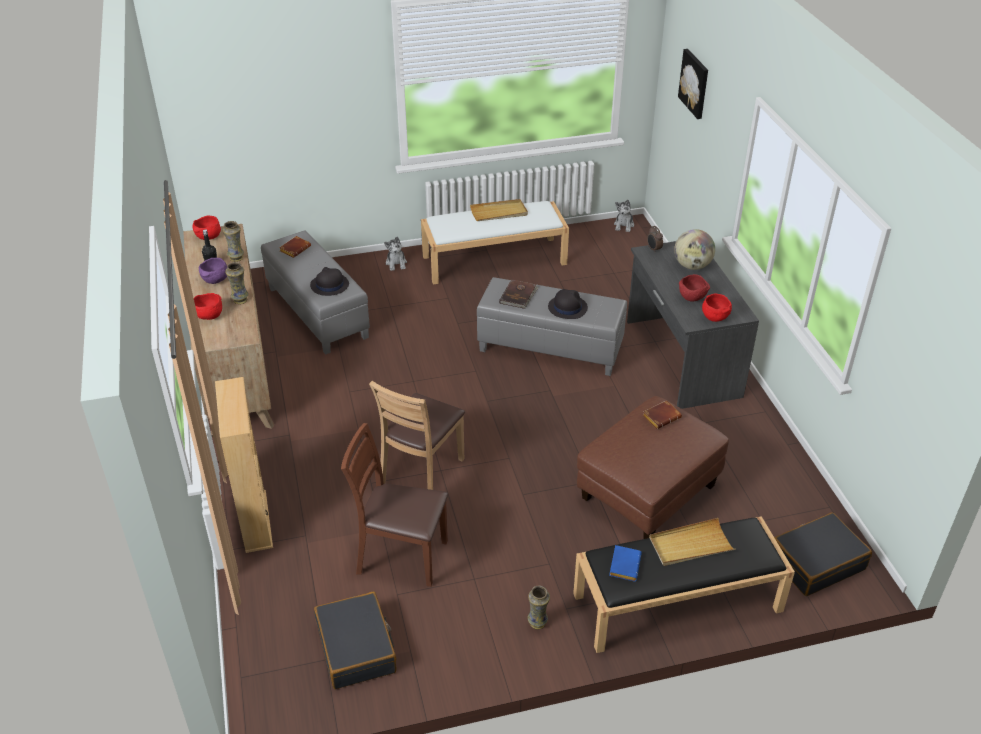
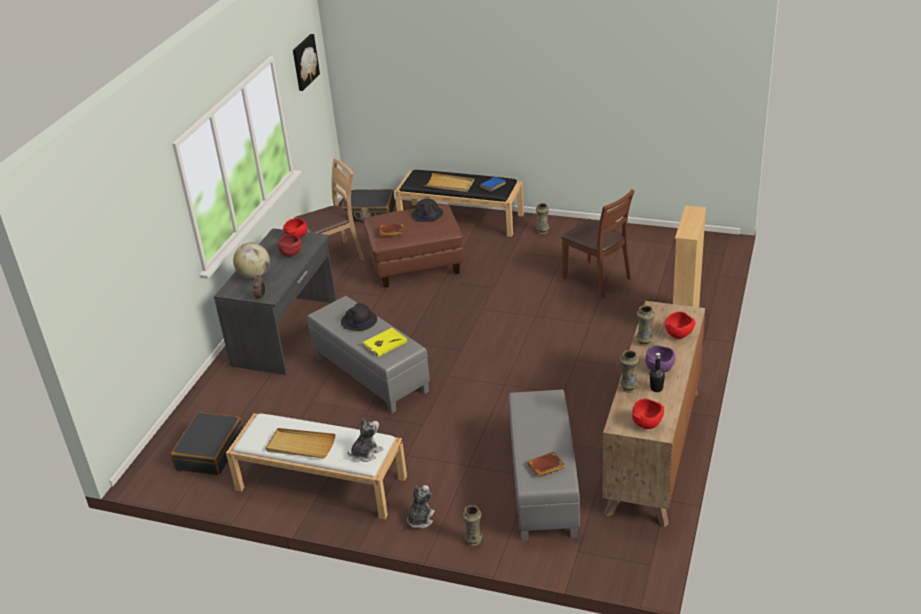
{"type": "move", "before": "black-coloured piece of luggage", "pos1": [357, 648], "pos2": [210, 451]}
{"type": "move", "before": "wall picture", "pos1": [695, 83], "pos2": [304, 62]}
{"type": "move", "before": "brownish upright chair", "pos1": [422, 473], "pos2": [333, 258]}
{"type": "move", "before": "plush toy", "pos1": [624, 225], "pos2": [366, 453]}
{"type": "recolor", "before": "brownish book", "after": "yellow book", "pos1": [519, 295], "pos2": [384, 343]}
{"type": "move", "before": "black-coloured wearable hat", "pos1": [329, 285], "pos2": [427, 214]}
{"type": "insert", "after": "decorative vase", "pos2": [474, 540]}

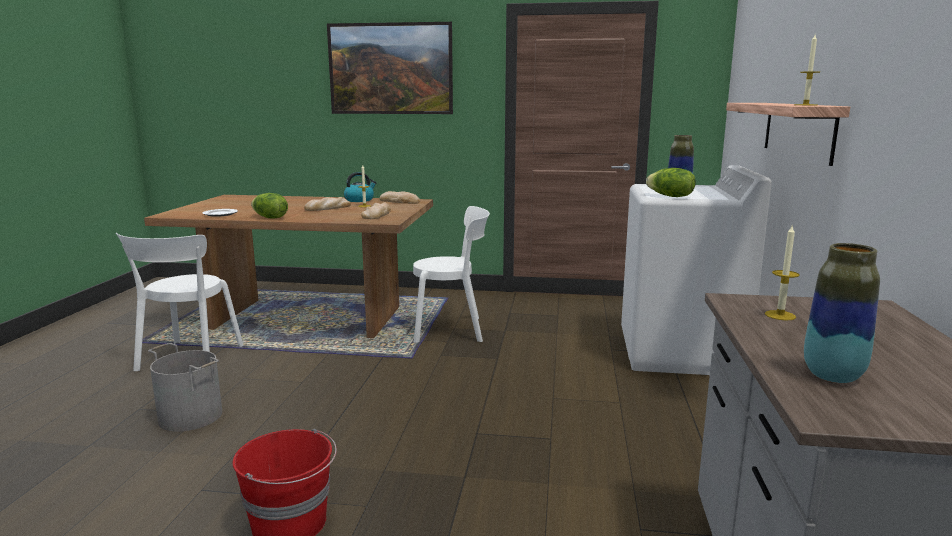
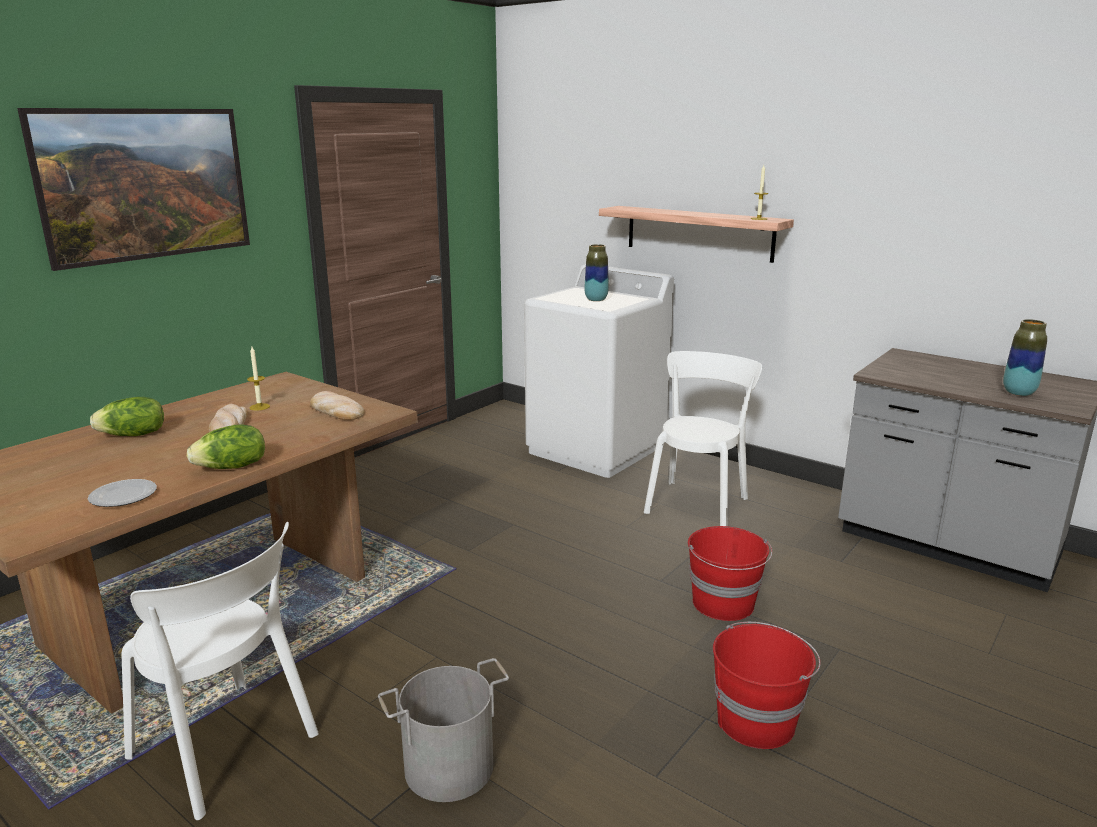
{"type": "move", "before": "lettuce head", "pos1": [670, 196], "pos2": [133, 435]}
{"type": "move", "before": "white-coloured upright chair", "pos1": [452, 329], "pos2": [698, 503]}
{"type": "insert", "after": "red-coloured water bucket", "pos2": [724, 604]}
{"type": "delete", "before": "kettle", "pos1": [359, 200]}
{"type": "delete", "before": "bread", "pos1": [400, 201]}
{"type": "delete", "before": "wax light", "pos1": [780, 315]}

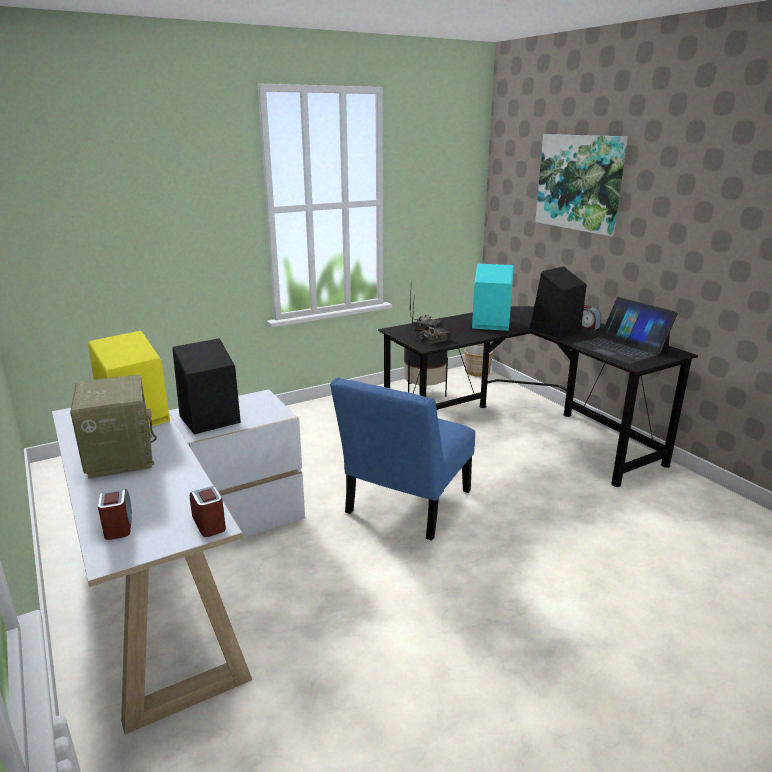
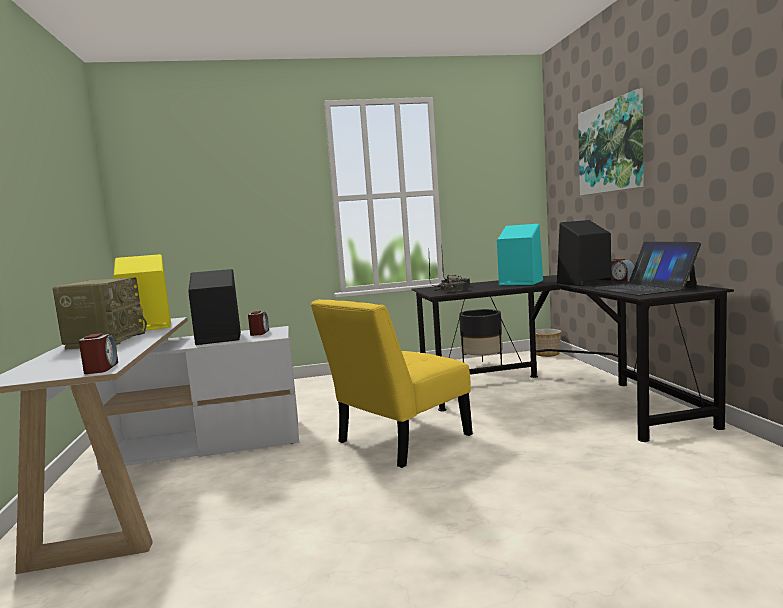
{"type": "move", "before": "bedside clock", "pos1": [118, 526], "pos2": [259, 333]}
{"type": "recolor", "before": "blue-coloured upright chair", "after": "yellow upright chair", "pos1": [405, 505], "pos2": [398, 441]}

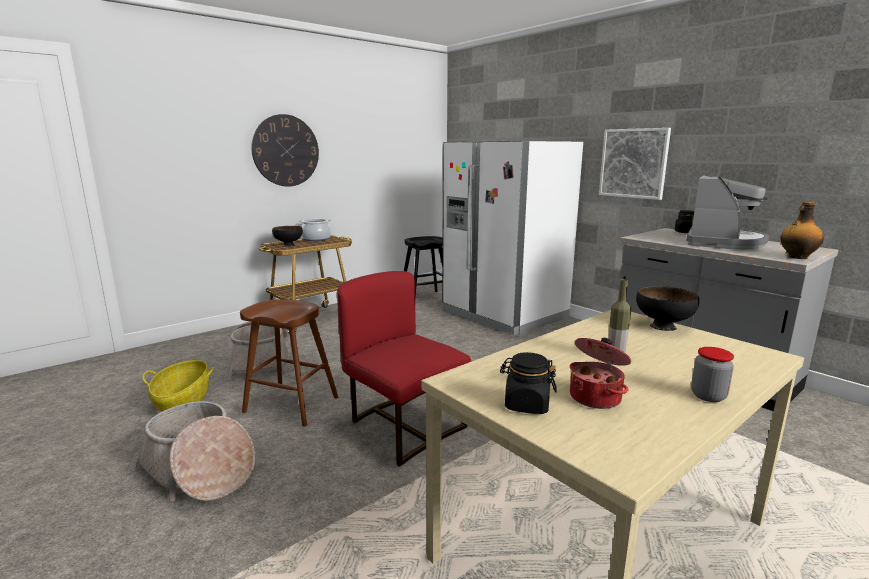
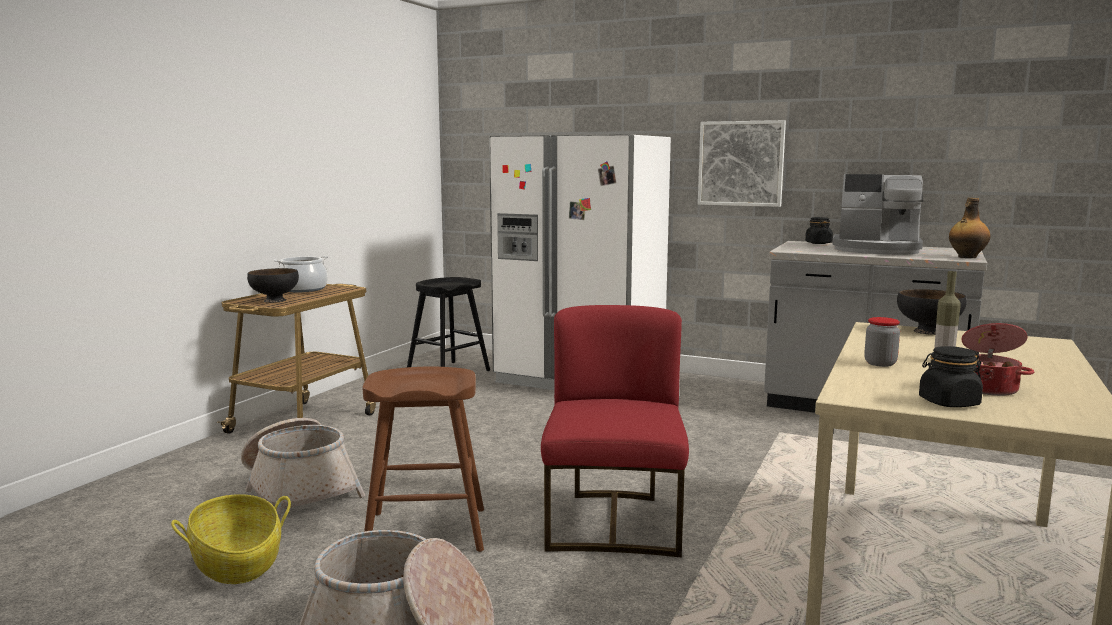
{"type": "rotate", "before": "red-coloured upright chair", "pos1": [403, 427], "pos2": [614, 523], "turn": 75}
{"type": "rotate", "before": "coffee machine", "pos1": [723, 242], "pos2": [877, 250], "turn": 105}
{"type": "move", "before": "jar", "pos1": [708, 396], "pos2": [880, 363]}
{"type": "delete", "before": "clock on the wall", "pos1": [286, 151]}

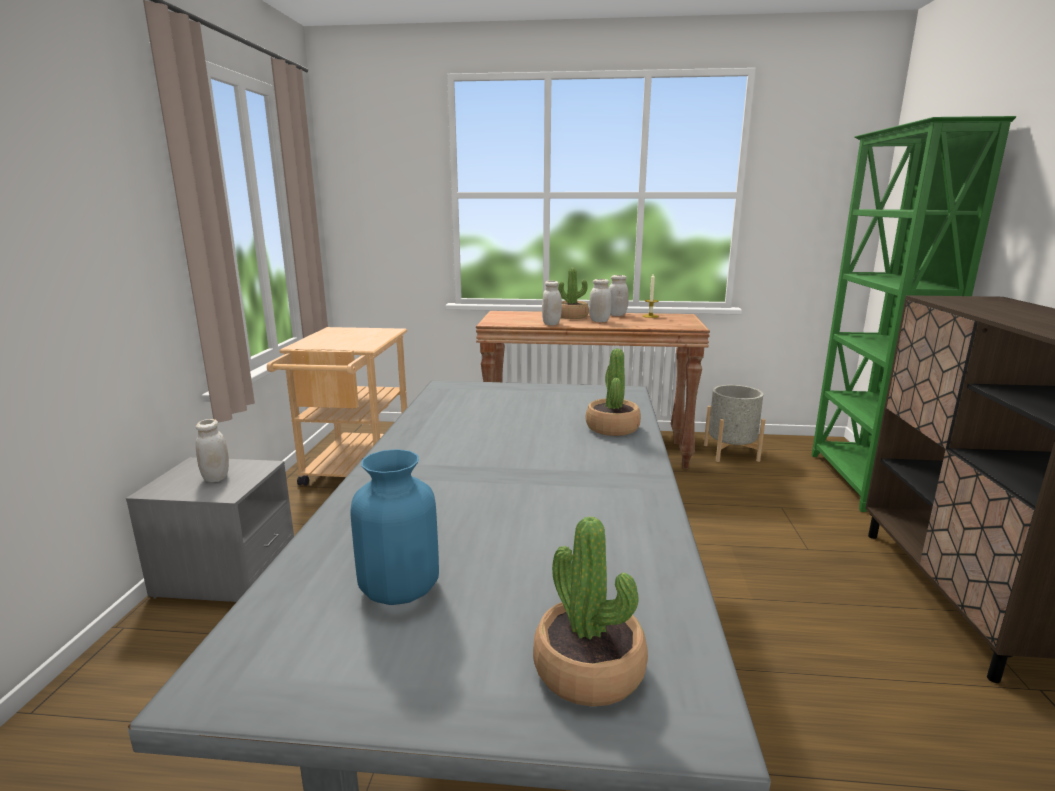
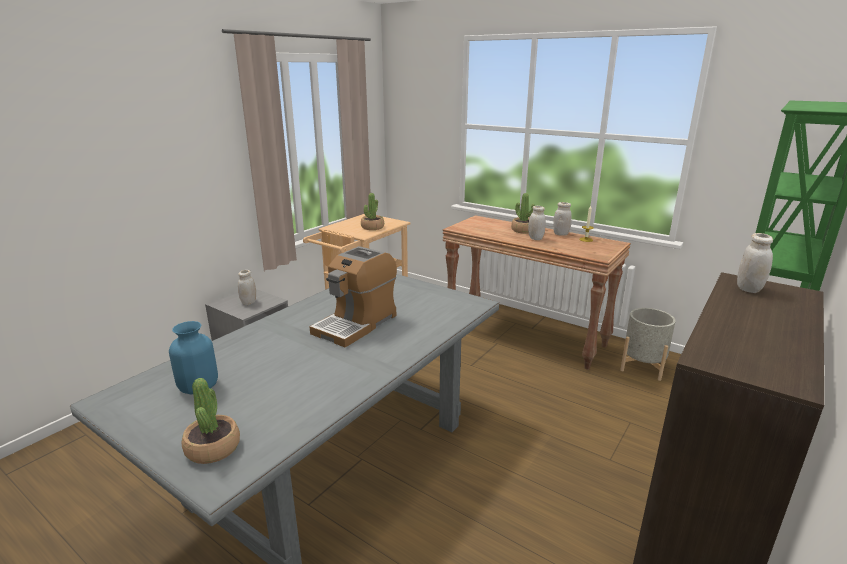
{"type": "insert", "after": "coffee machine", "pos2": [356, 324]}
{"type": "move", "before": "plant in a pot", "pos1": [612, 428], "pos2": [372, 227]}
{"type": "move", "before": "white-coloured jar", "pos1": [551, 324], "pos2": [749, 289]}

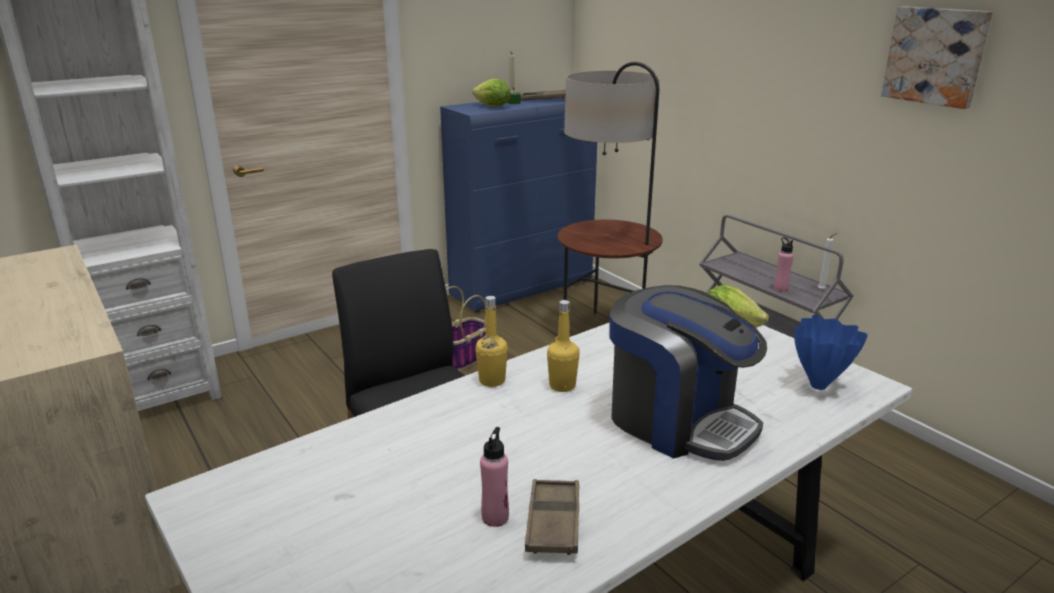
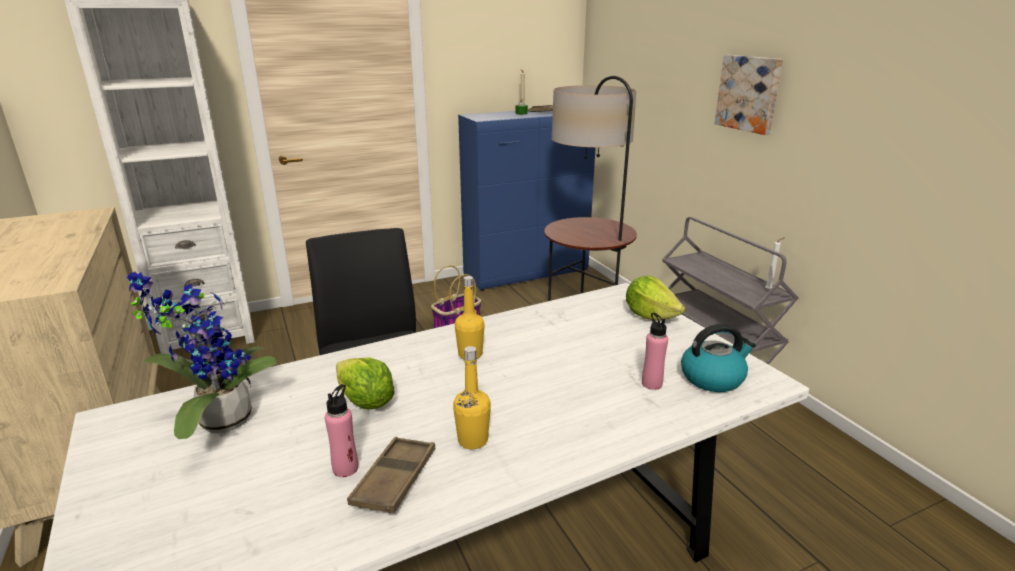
{"type": "insert", "after": "plant in a pot", "pos2": [218, 421]}
{"type": "move", "before": "lettuce head", "pos1": [492, 106], "pos2": [365, 402]}
{"type": "move", "before": "yellow drink bottle", "pos1": [492, 381], "pos2": [473, 440]}
{"type": "move", "before": "pink drink bottle", "pos1": [781, 289], "pos2": [651, 384]}
{"type": "replace", "before": "blue-coloured decorative vase", "after": "kettle", "pos1": [818, 386], "pos2": [713, 378]}
{"type": "move", "before": "wall picture", "pos1": [936, 56], "pos2": [749, 93]}
{"type": "delete", "before": "coffee machine", "pos1": [678, 421]}

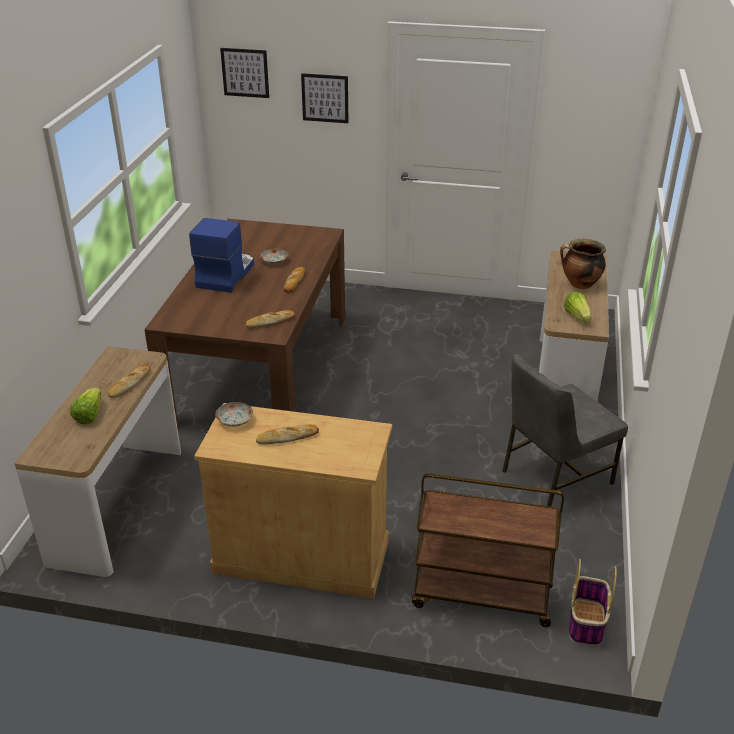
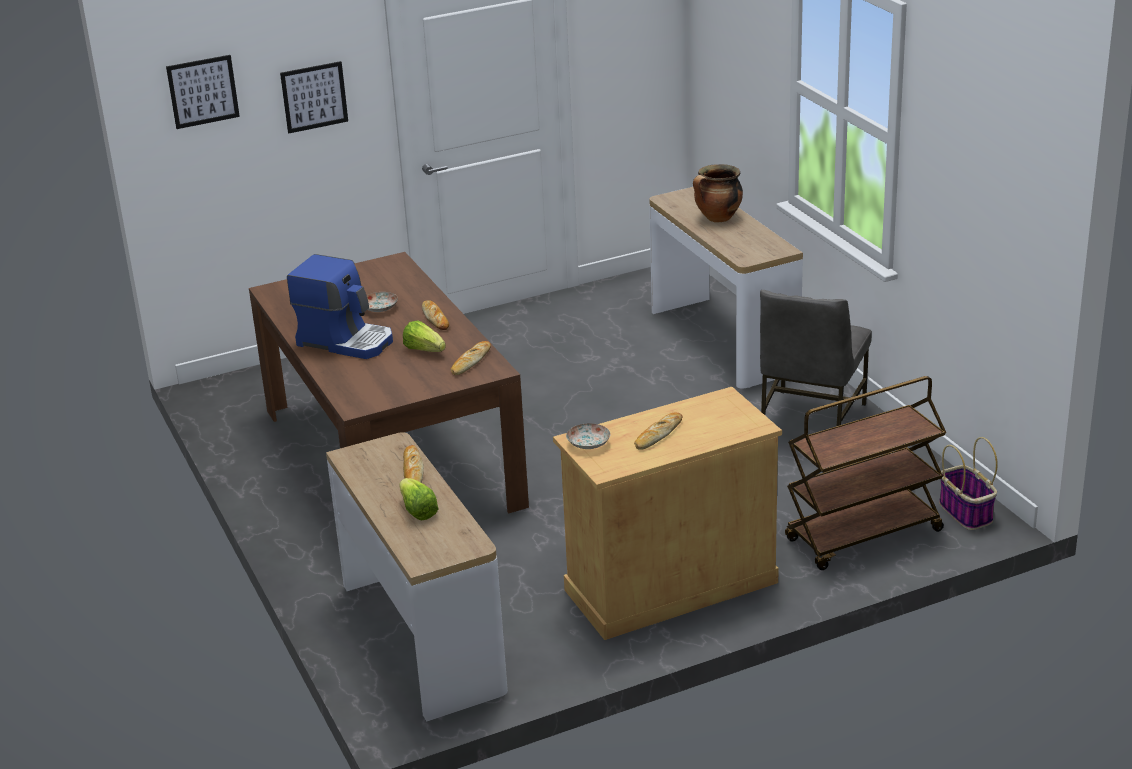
{"type": "rotate", "before": "coffee machine", "pos1": [225, 275], "pos2": [346, 341], "turn": 135}
{"type": "move", "before": "lettuce head", "pos1": [577, 316], "pos2": [424, 350]}

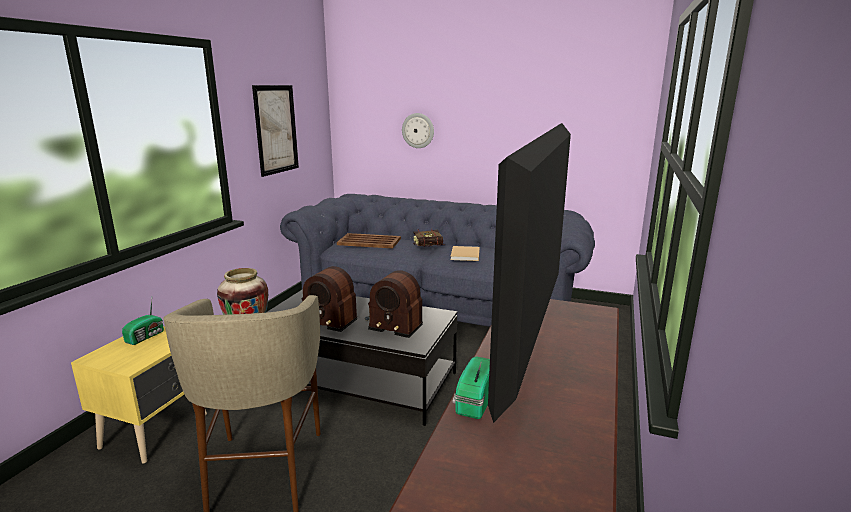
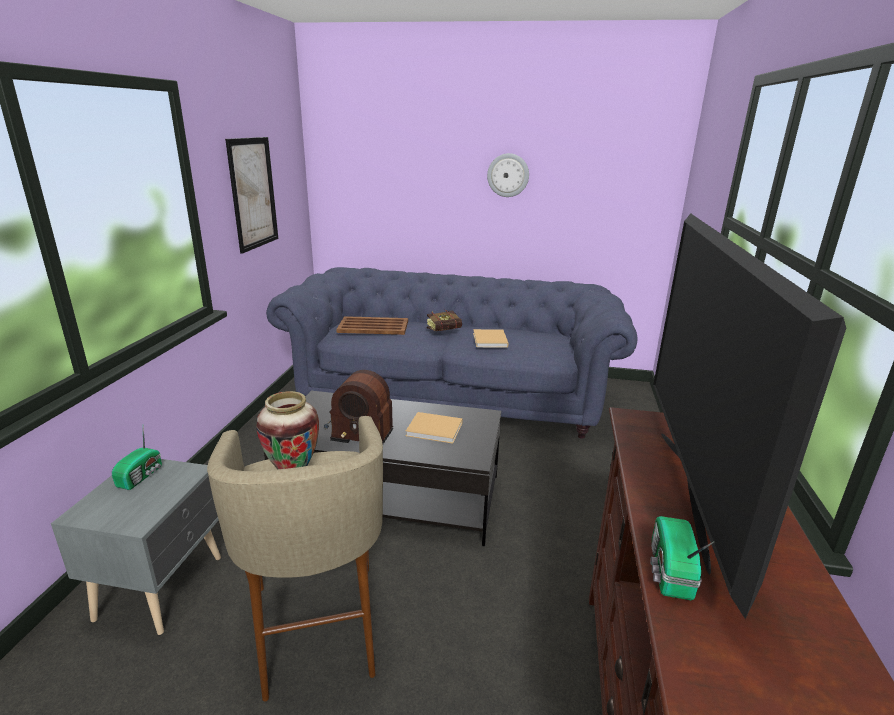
{"type": "recolor", "before": "yellow nightstand", "after": "gray nightstand", "pos1": [157, 430], "pos2": [164, 586]}
{"type": "replace", "before": "radio set", "after": "beige book", "pos1": [393, 322], "pos2": [436, 429]}
{"type": "move", "before": "clock on the wall", "pos1": [418, 130], "pos2": [508, 175]}

